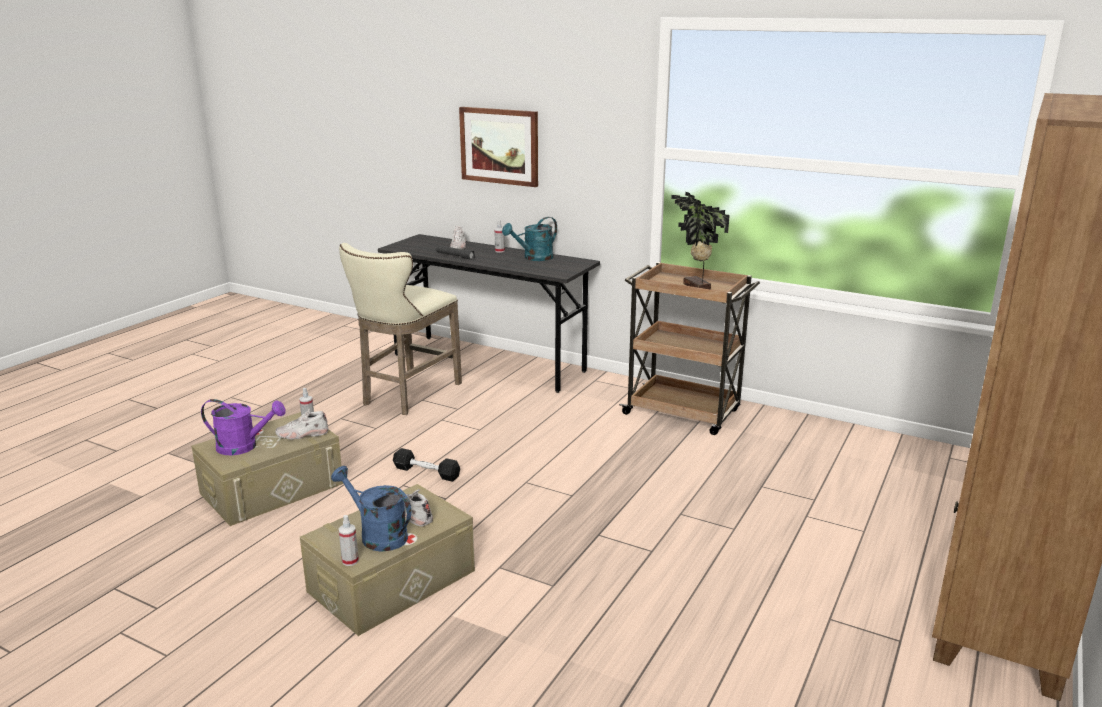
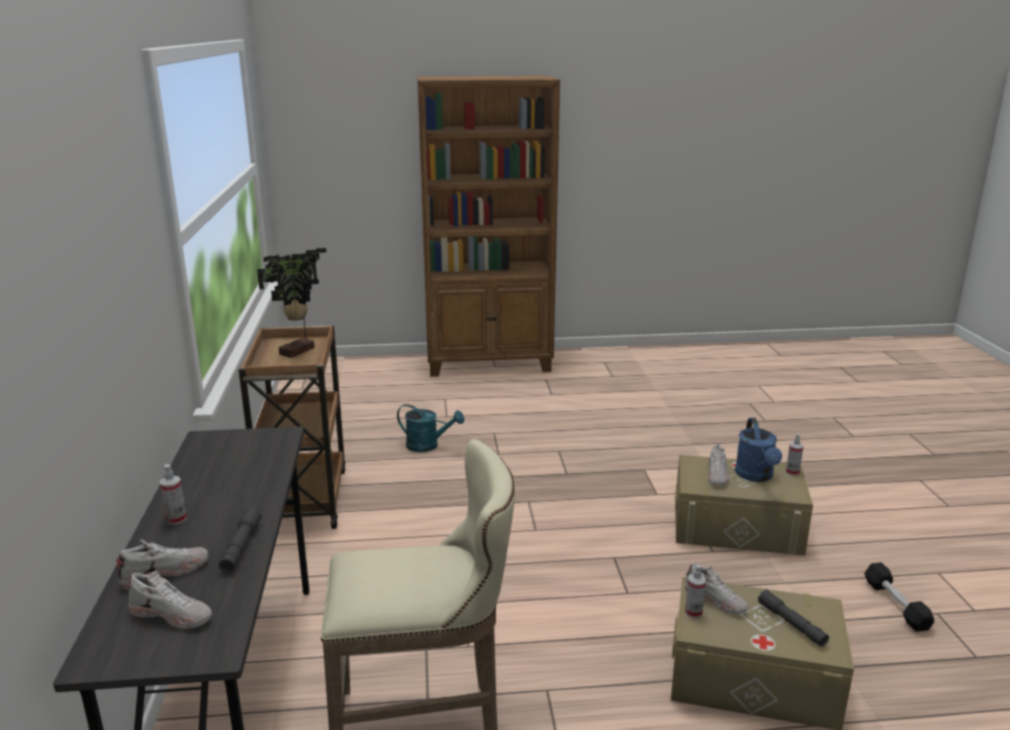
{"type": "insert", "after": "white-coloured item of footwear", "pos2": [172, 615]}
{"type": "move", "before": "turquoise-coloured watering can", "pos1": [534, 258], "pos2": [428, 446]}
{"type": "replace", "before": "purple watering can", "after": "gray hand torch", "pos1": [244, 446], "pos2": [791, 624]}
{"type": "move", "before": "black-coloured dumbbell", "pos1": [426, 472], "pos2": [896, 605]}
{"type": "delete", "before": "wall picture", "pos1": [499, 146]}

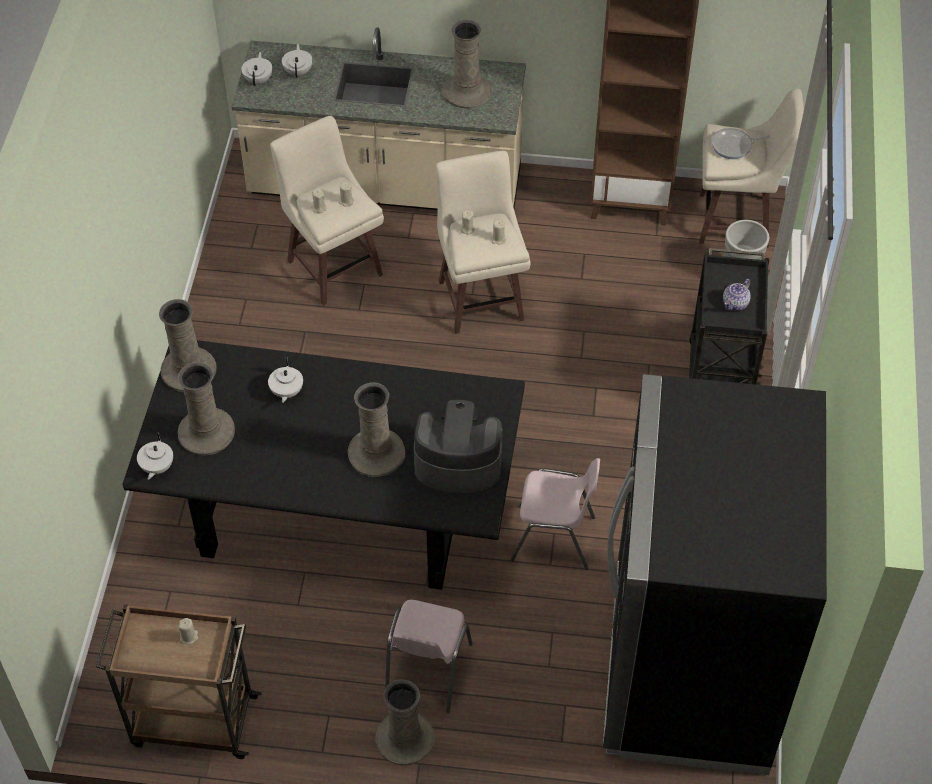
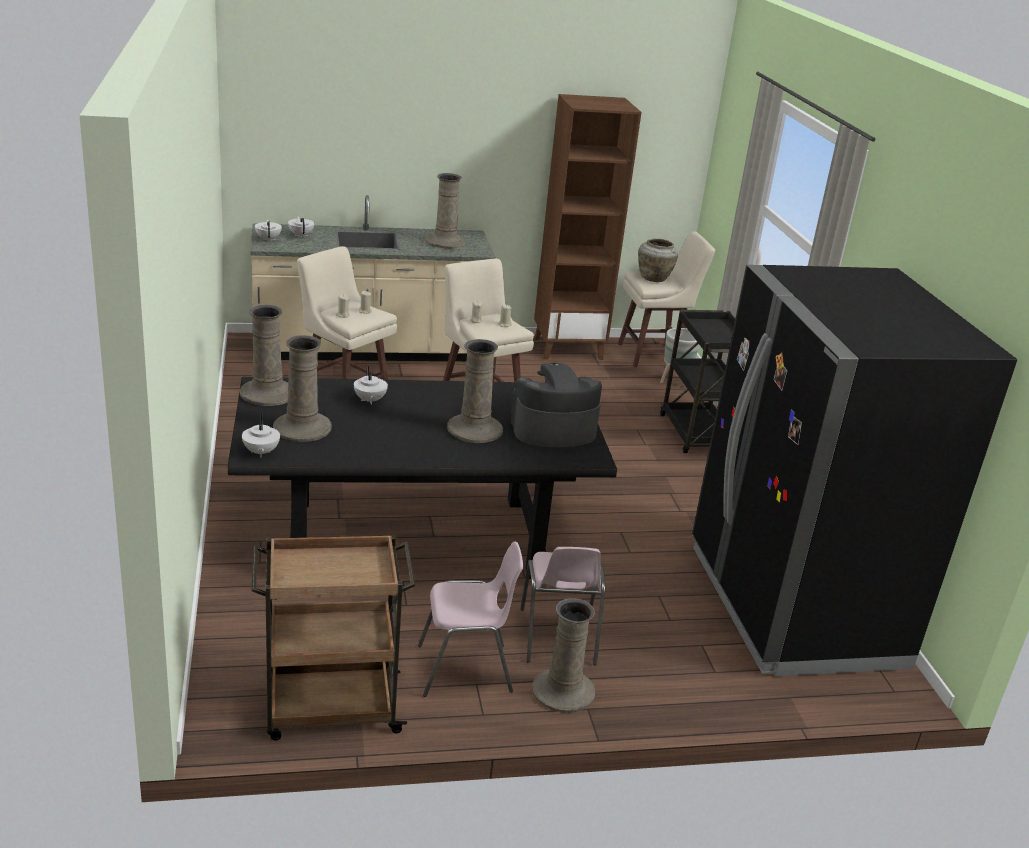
{"type": "move", "before": "pink upright chair", "pos1": [554, 539], "pos2": [466, 670]}
{"type": "replace", "before": "frying pan", "after": "beige decorative vase", "pos1": [734, 146], "pos2": [654, 278]}
{"type": "delete", "before": "beige wax light", "pos1": [189, 636]}
{"type": "delete", "before": "teapot", "pos1": [735, 303]}

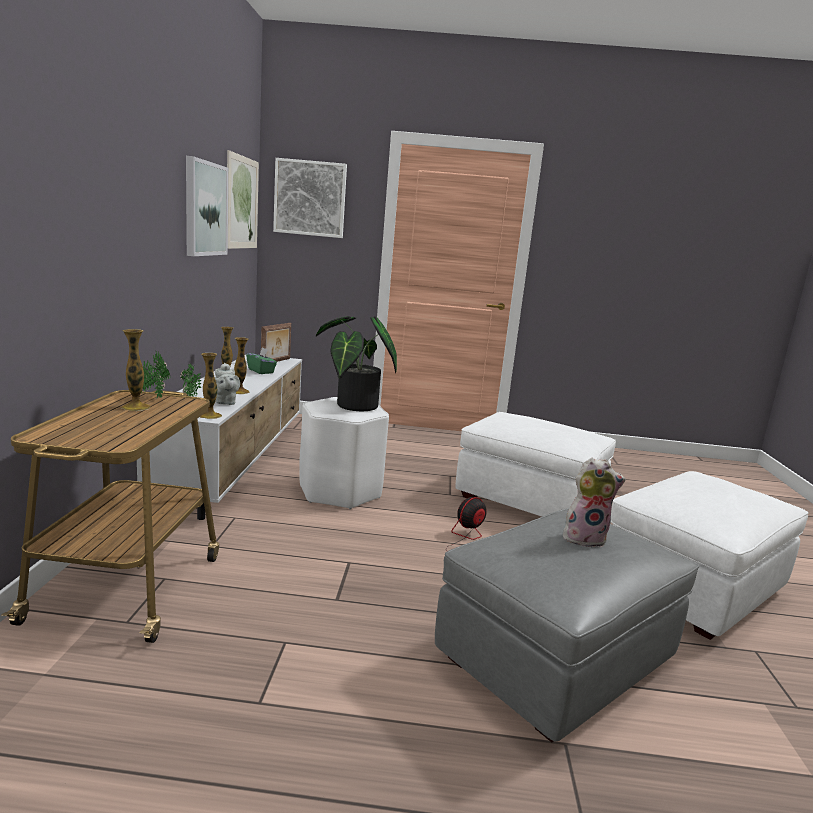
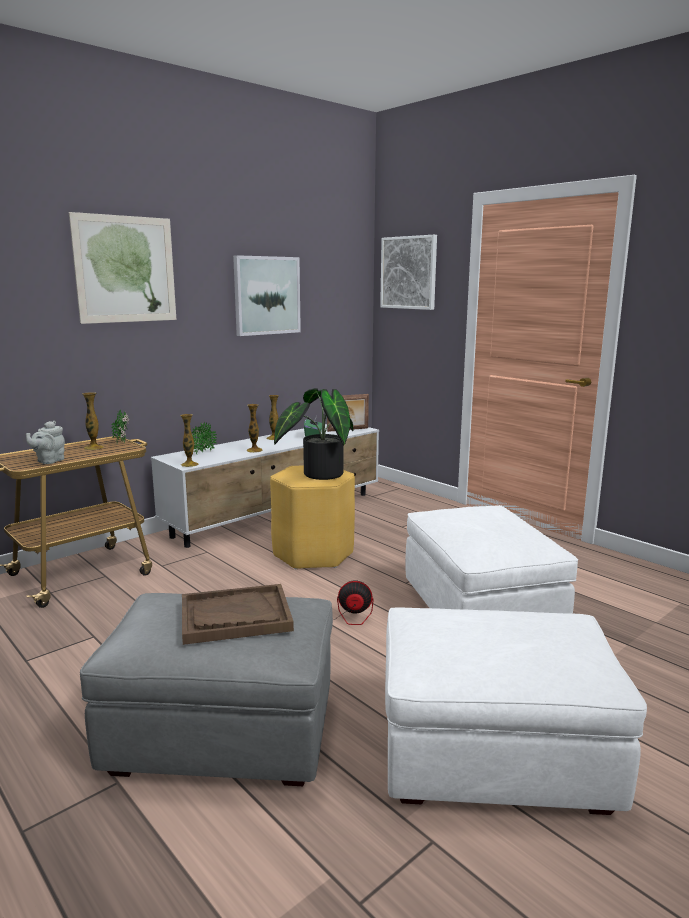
{"type": "move", "before": "gray teapot", "pos1": [225, 402], "pos2": [49, 461]}
{"type": "move", "before": "wall picture", "pos1": [242, 203], "pos2": [125, 269]}
{"type": "replace", "before": "plush toy", "after": "brownish tray", "pos1": [585, 538], "pos2": [235, 616]}
{"type": "recolor", "before": "white-coloured stool", "after": "yellow stool", "pos1": [340, 491], "pos2": [314, 554]}

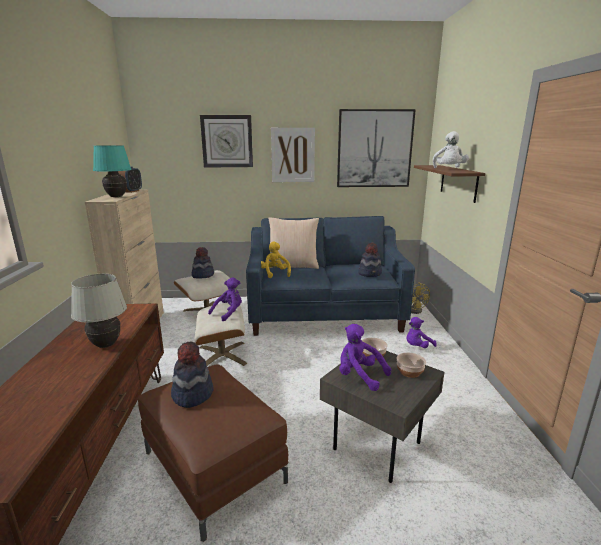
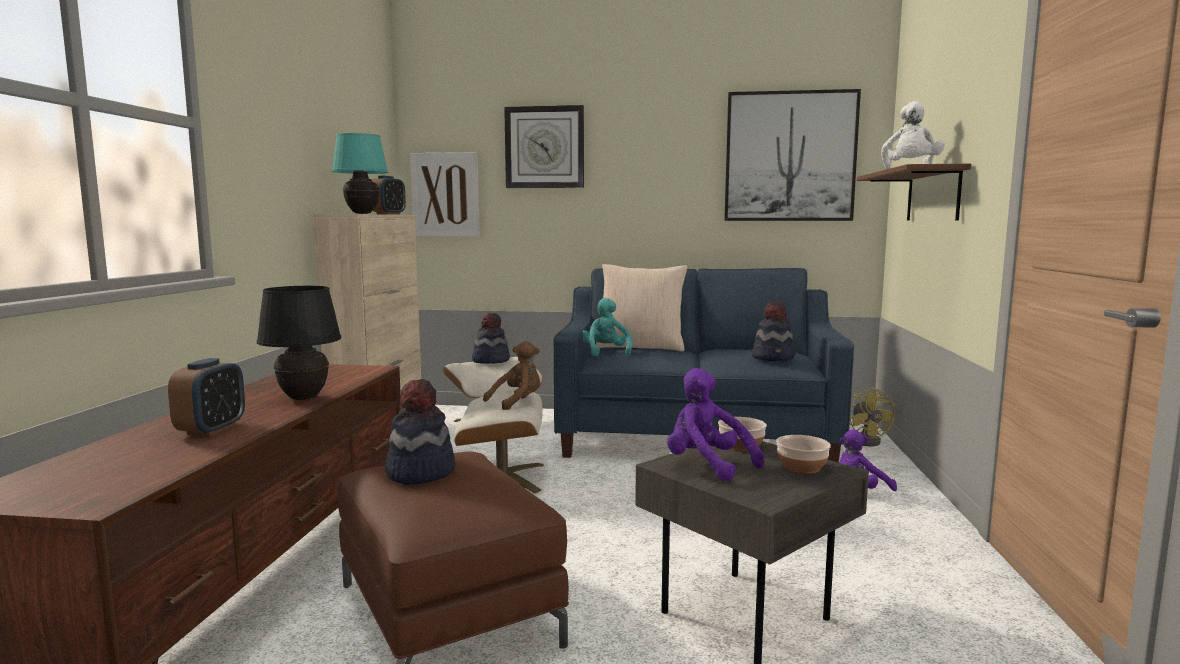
{"type": "insert", "after": "bedside clock", "pos2": [211, 430]}
{"type": "recolor", "before": "white-coloured lamp for a table", "after": "black-coloured lamp for a table", "pos1": [105, 345], "pos2": [303, 398]}
{"type": "move", "before": "wall picture", "pos1": [293, 155], "pos2": [445, 195]}
{"type": "recolor", "before": "purple plush toy", "after": "brownish plush toy", "pos1": [229, 313], "pos2": [517, 403]}
{"type": "recolor", "before": "yellow plush toy", "after": "turquoise-coloured plush toy", "pos1": [275, 273], "pos2": [606, 353]}

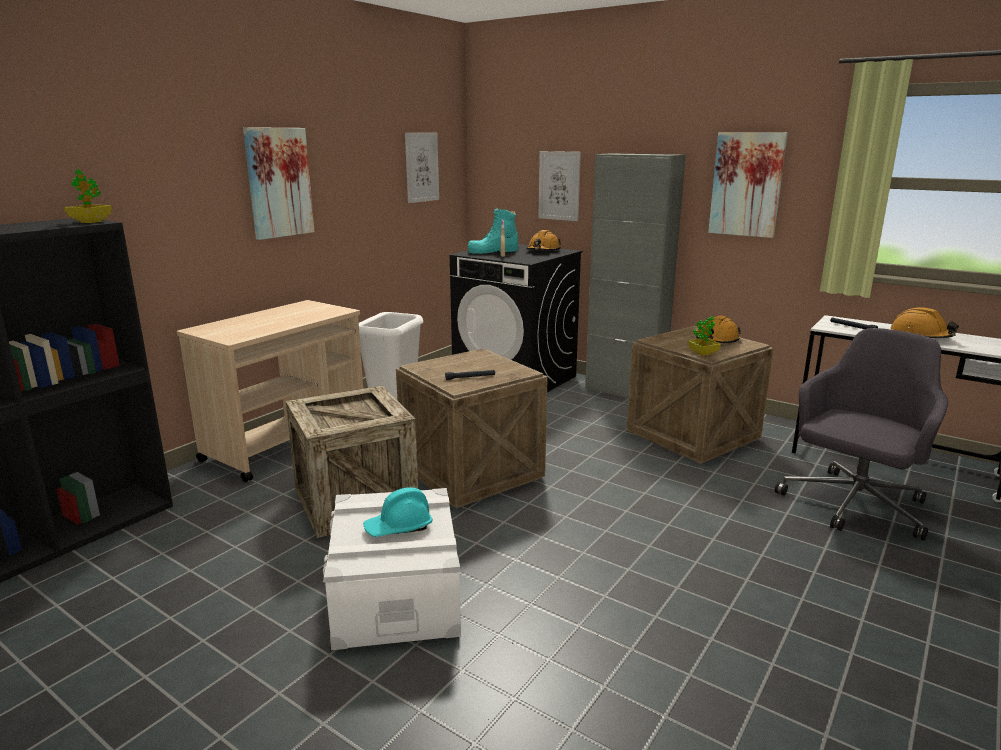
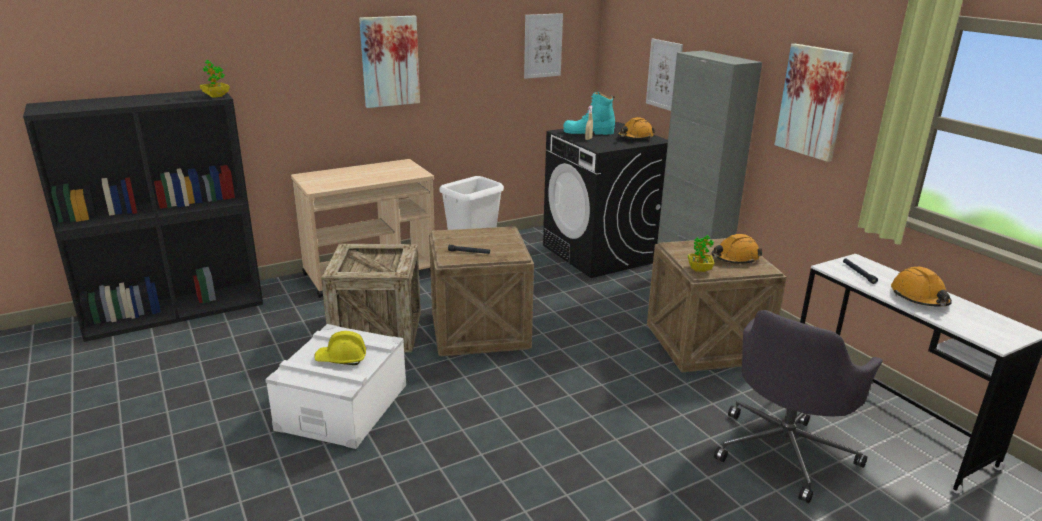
{"type": "recolor", "before": "turquoise-coloured work helmet", "after": "yellow work helmet", "pos1": [399, 527], "pos2": [341, 359]}
{"type": "rotate", "before": "gray computer chair", "pos1": [853, 506], "pos2": [785, 450], "turn": 150}

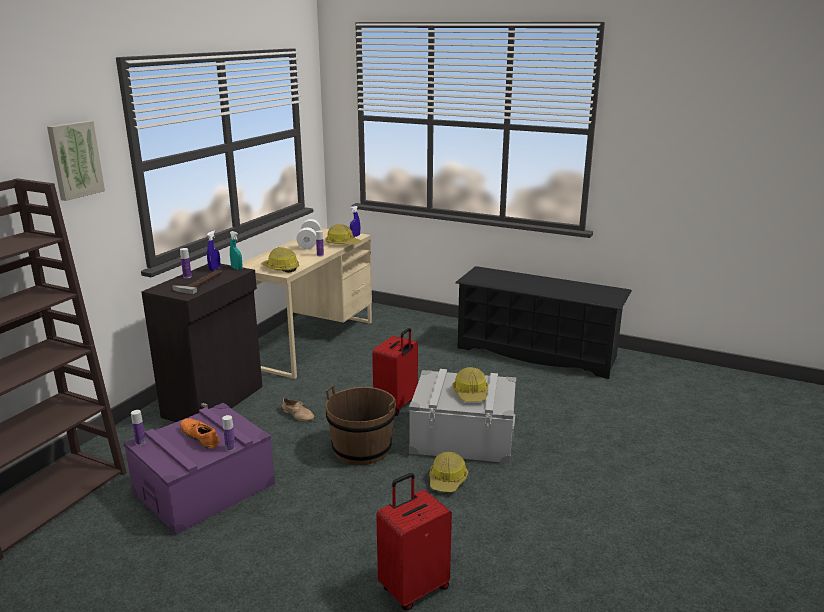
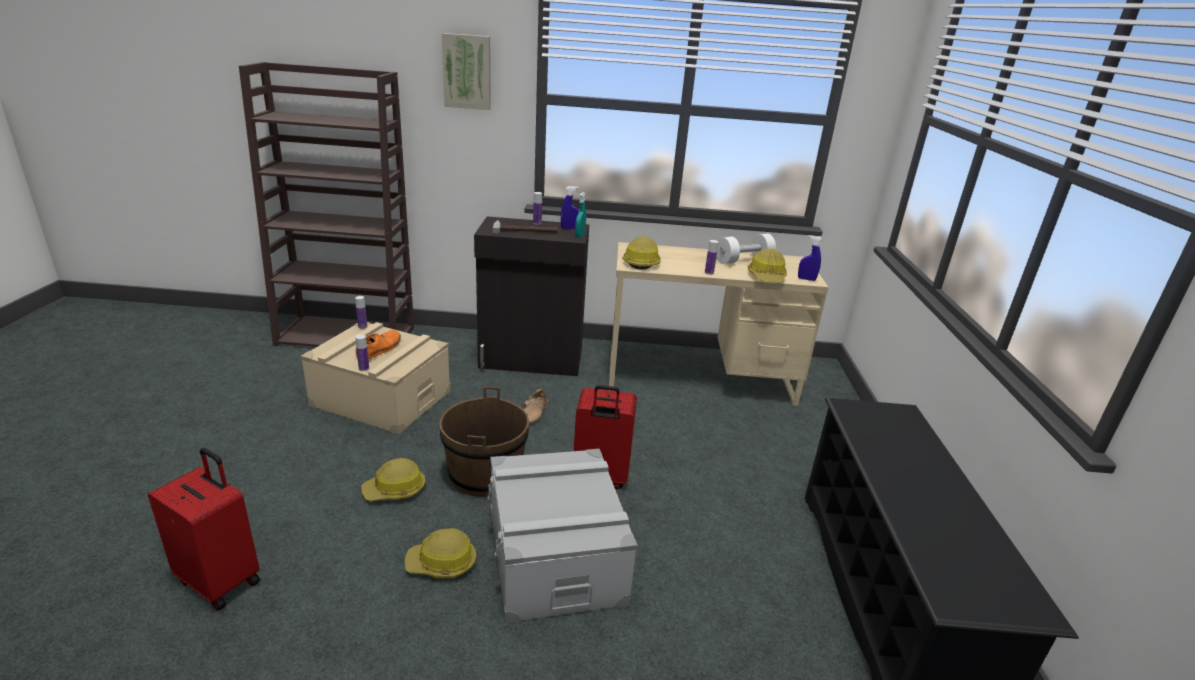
{"type": "recolor", "before": "purple storage box", "after": "beige storage box", "pos1": [204, 488], "pos2": [381, 398]}
{"type": "move", "before": "work helmet", "pos1": [471, 393], "pos2": [395, 490]}

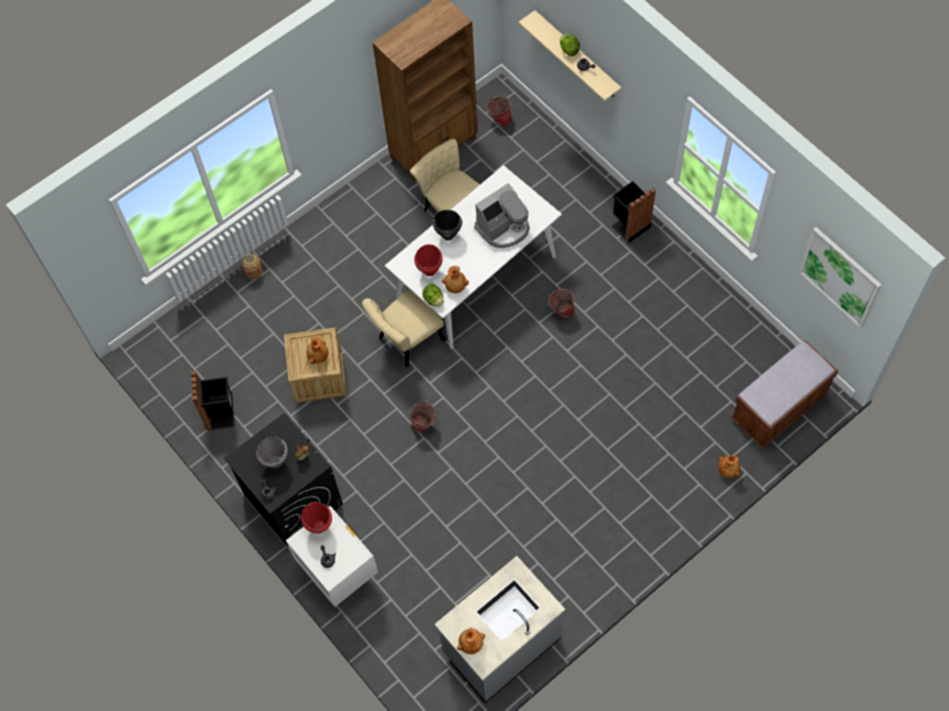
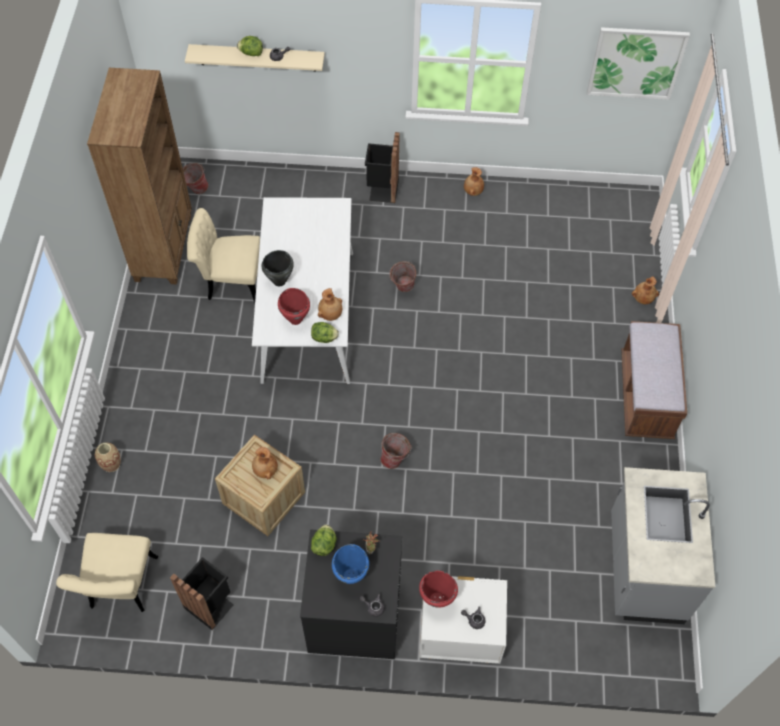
{"type": "move", "before": "beige upright chair", "pos1": [406, 341], "pos2": [120, 588]}
{"type": "insert", "after": "lettuce head", "pos2": [324, 544]}
{"type": "recolor", "before": "gray stockpot", "after": "blue-coloured stockpot", "pos1": [276, 462], "pos2": [351, 575]}
{"type": "move", "before": "brownish decorative vase", "pos1": [471, 643], "pos2": [472, 191]}
{"type": "move", "before": "brownish bench", "pos1": [779, 407], "pos2": [646, 396]}
{"type": "delete", "before": "coffee machine", "pos1": [503, 228]}

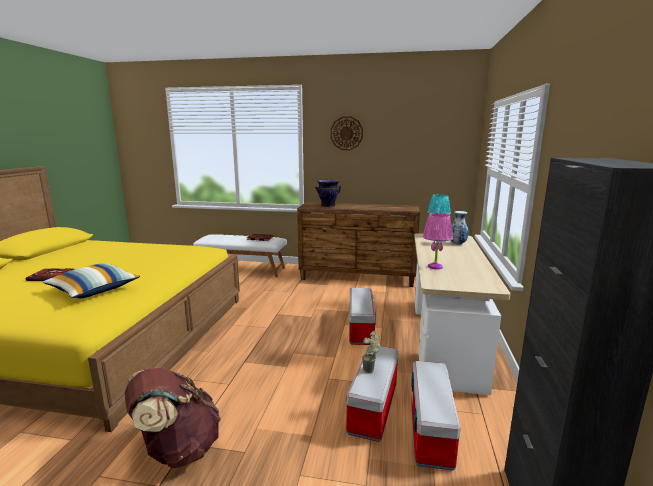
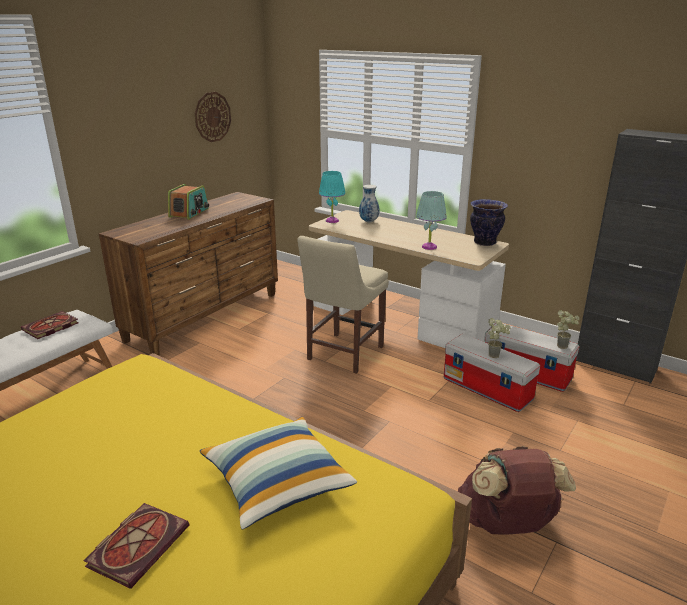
{"type": "insert", "after": "radio set", "pos2": [189, 213]}
{"type": "move", "before": "clock on the wall", "pos1": [346, 133], "pos2": [212, 117]}
{"type": "replace", "before": "storage box", "after": "beige upright chair", "pos1": [360, 328], "pos2": [343, 354]}
{"type": "recolor", "before": "pink lamp for a table", "after": "turquoise-coloured lamp for a table", "pos1": [435, 267], "pos2": [429, 247]}
{"type": "move", "before": "decorative vase", "pos1": [328, 206], "pos2": [484, 242]}
{"type": "insert", "after": "plant in a pot", "pos2": [564, 345]}

